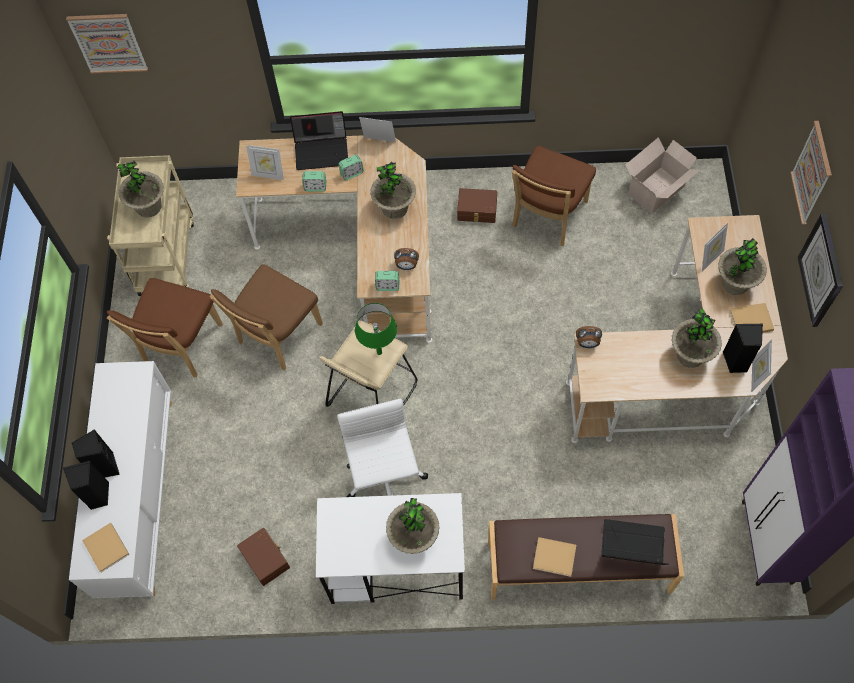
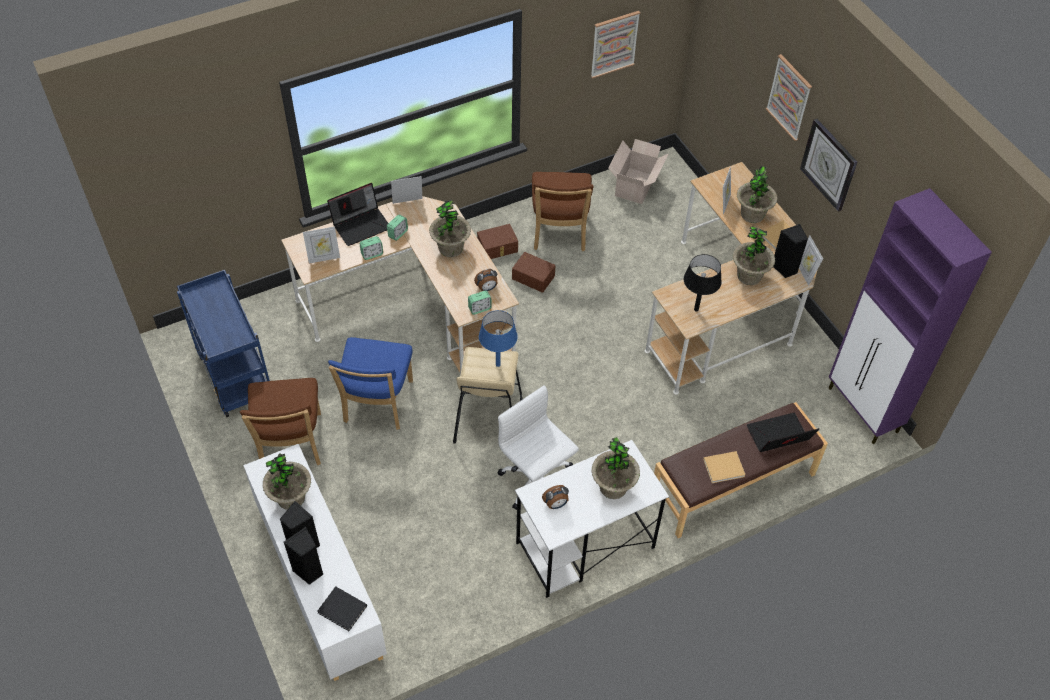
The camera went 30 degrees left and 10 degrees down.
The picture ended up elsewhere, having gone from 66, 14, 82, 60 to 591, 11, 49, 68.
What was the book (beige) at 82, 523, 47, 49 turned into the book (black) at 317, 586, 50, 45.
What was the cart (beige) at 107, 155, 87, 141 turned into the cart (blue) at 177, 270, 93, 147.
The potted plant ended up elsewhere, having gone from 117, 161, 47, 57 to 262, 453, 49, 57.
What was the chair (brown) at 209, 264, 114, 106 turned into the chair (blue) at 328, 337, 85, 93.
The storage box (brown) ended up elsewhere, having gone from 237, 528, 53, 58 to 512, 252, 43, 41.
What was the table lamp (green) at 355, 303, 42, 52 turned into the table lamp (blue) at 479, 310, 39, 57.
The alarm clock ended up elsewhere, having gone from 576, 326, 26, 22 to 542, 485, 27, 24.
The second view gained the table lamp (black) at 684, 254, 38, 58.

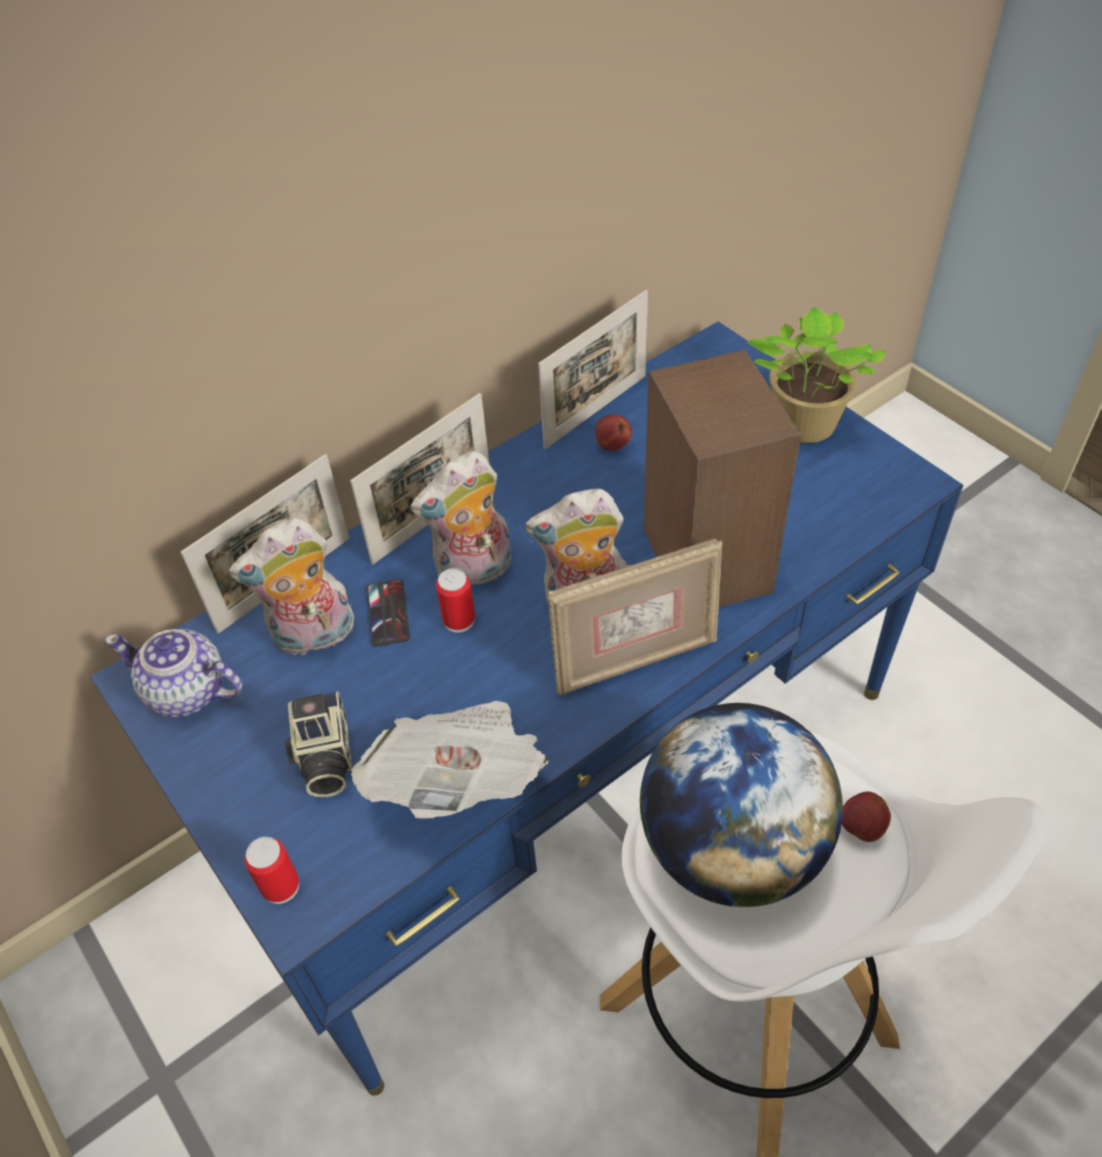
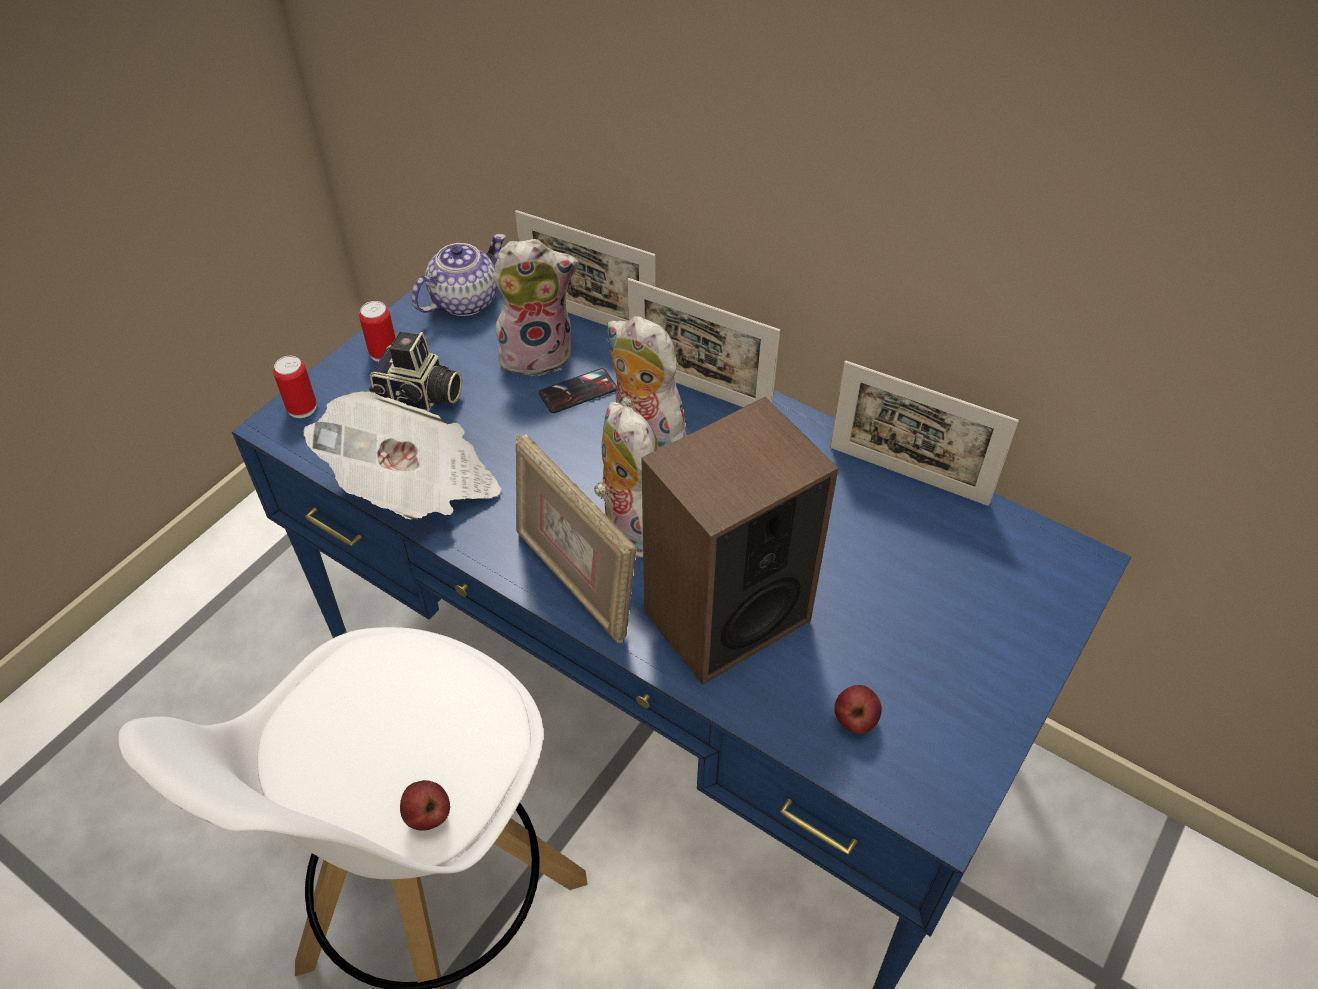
The camera went 70 degrees right and 0 degrees up.
The teapot at 105, 629, 137, 88 ended up facing another way, 45 degrees clockwise from before.
The plush toy at 228, 518, 126, 139 ended up facing another way, 120 degrees clockwise from before.
The photo camera at 285, 691, 67, 106 ended up facing another way, 135 degrees counterclockwise from before.
The can ended up elsewhere, having gone from 436, 568, 39, 65 to 359, 301, 37, 61.
The apple ended up elsewhere, having gone from 595, 414, 37, 37 to 834, 685, 48, 49.
The second view lost the globe at 640, 703, 203, 204.
The second view lost the potted plant at 747, 307, 139, 136.

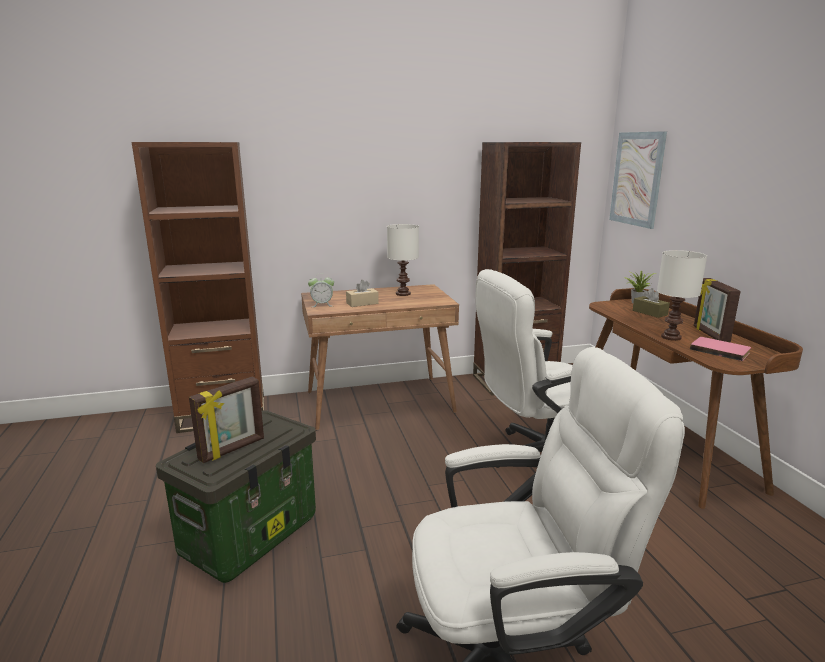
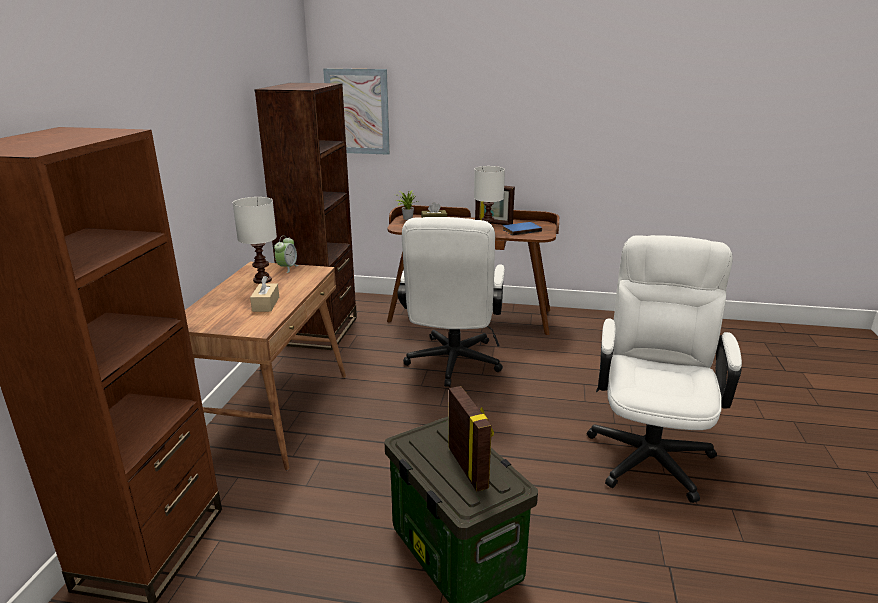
The camera went 65 degrees left and 5 degrees up.
The alarm clock ended up elsewhere, having gone from 308, 274, 26, 33 to 274, 235, 25, 38.
What was the book (pink) at 690, 337, 61, 24 turned into the book (blue) at 502, 222, 40, 13.

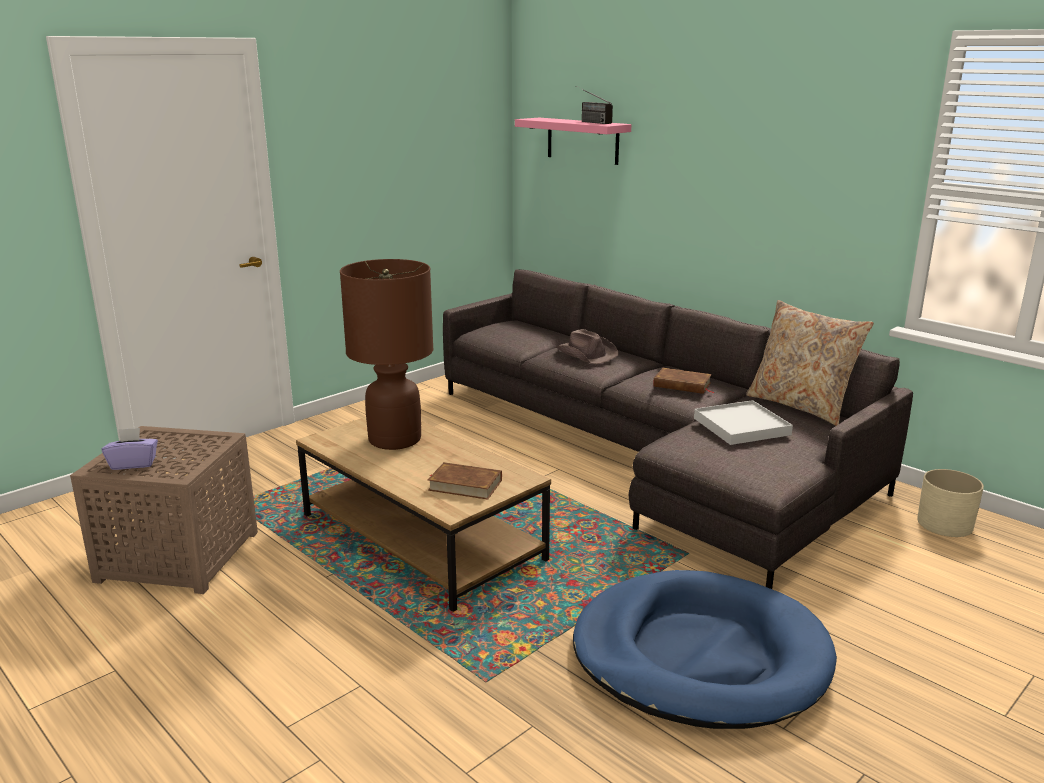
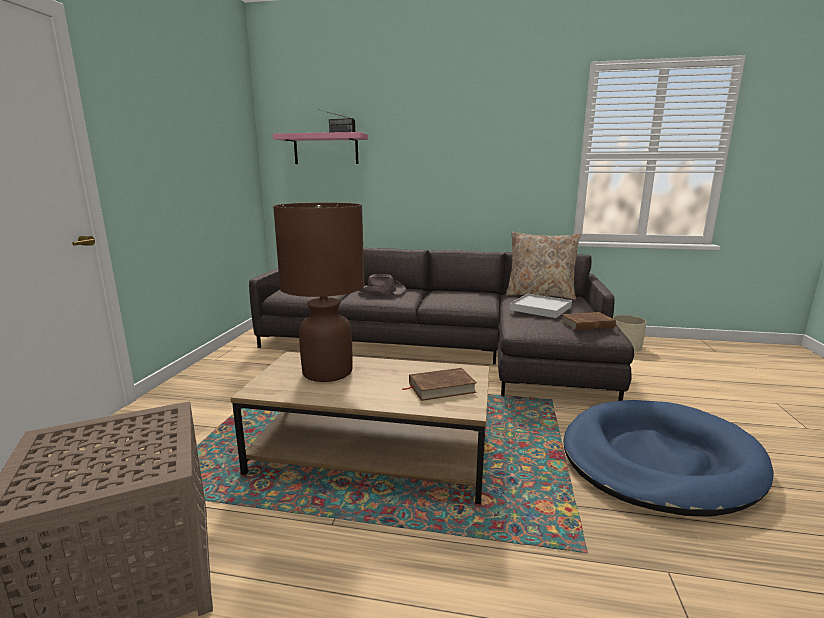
The camera went 35 degrees left and 5 degrees down.
The second view lost the tissue box (purple) at 102, 428, 56, 42.
The book (brown) ended up elsewhere, having gone from 653, 368, 62, 26 to 561, 312, 57, 18.

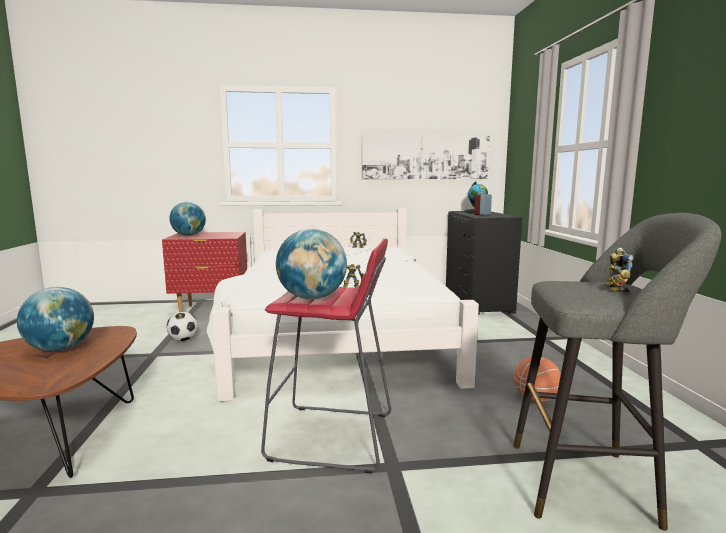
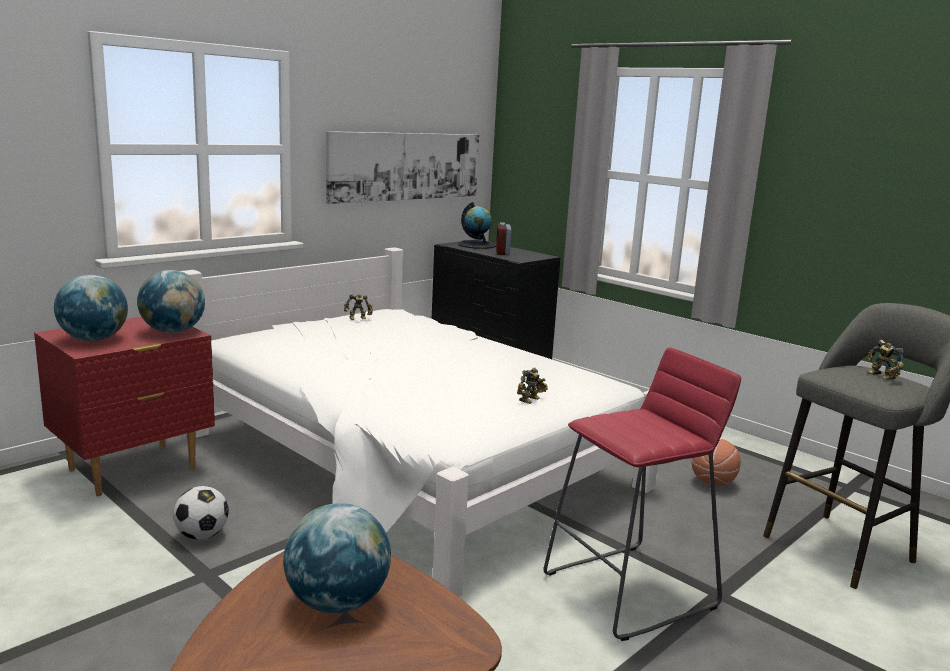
The camera went 40 degrees left and 5 degrees up.
The globe ended up elsewhere, having gone from 276, 229, 71, 71 to 137, 270, 68, 63.

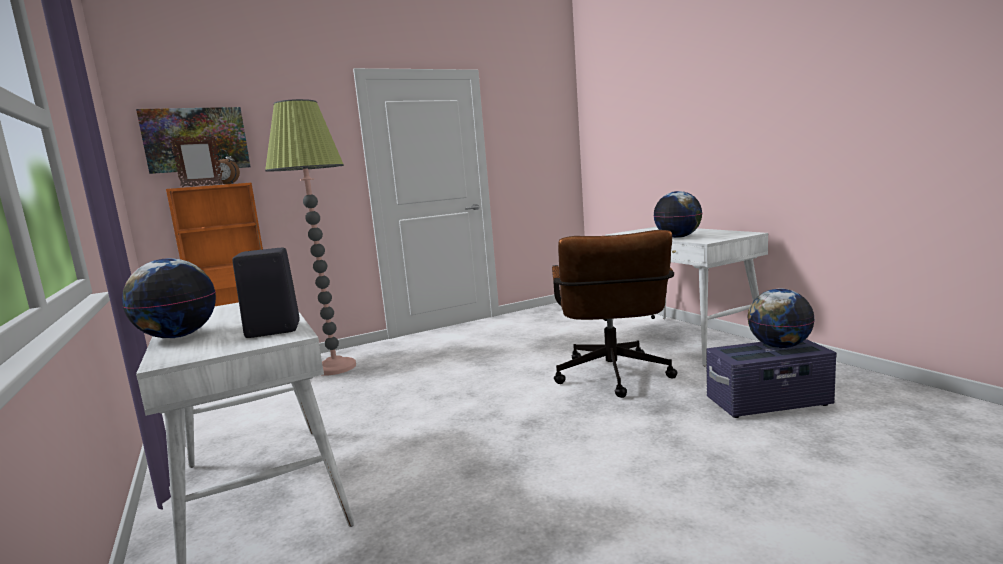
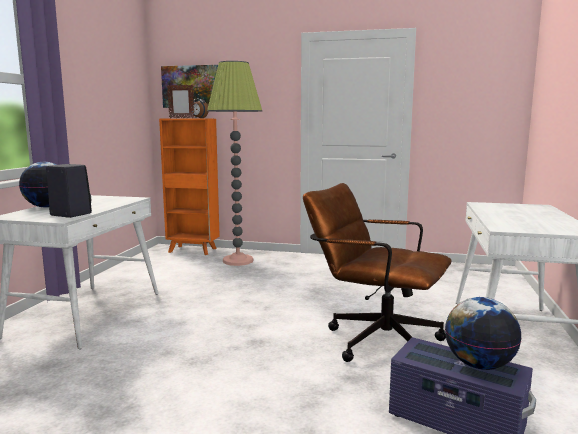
The camera went 40 degrees right and 0 degrees up.
The office chair (brown) at 552, 230, 125, 168 ended up facing another way, 75 degrees clockwise from before.
The second view lost the globe at 653, 191, 49, 47.

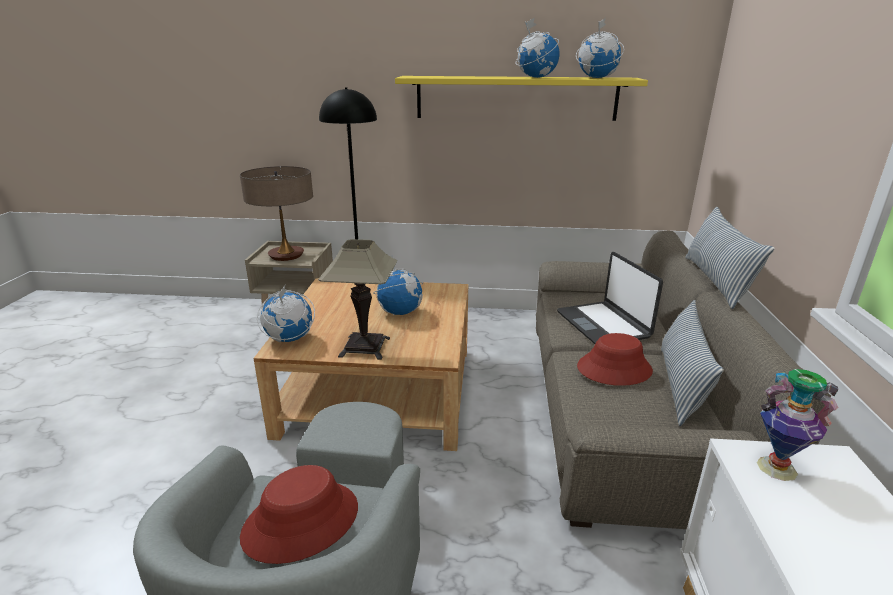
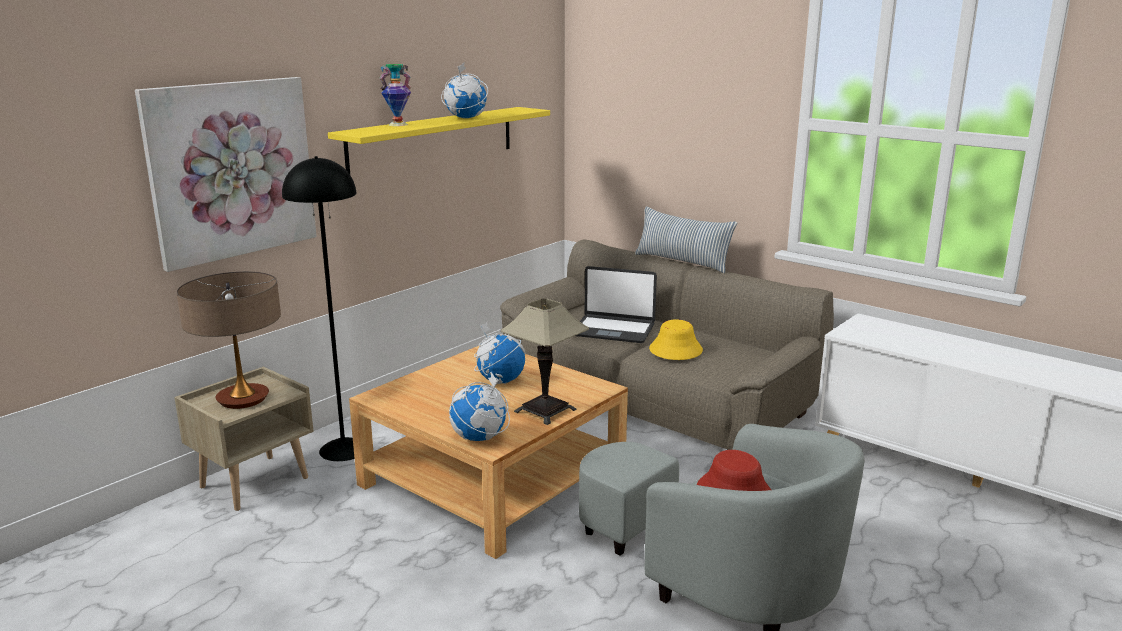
The camera went 55 degrees left and 5 degrees down.
The second view lost the globe at 576, 18, 48, 60.
What was the hat (red) at 577, 333, 76, 53 turned into the hat (yellow) at 649, 320, 54, 40.
The second view lost the pillow at 661, 300, 63, 126.
The vase ended up elsewhere, having gone from 757, 369, 81, 112 to 380, 64, 31, 62.
The second view gained the picture at 135, 77, 182, 195.

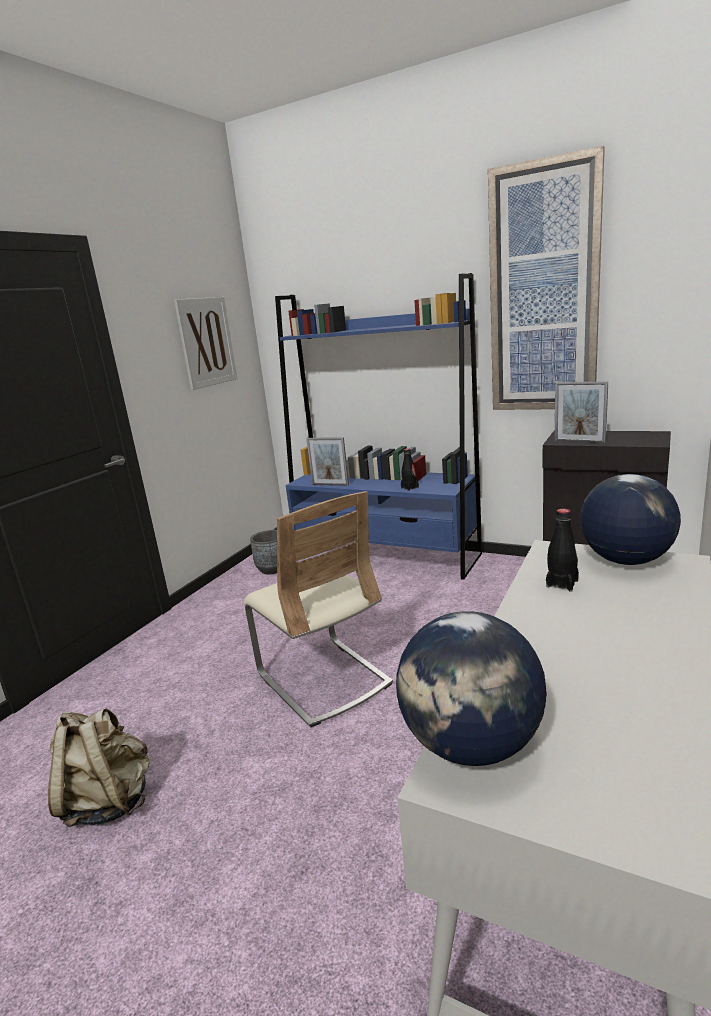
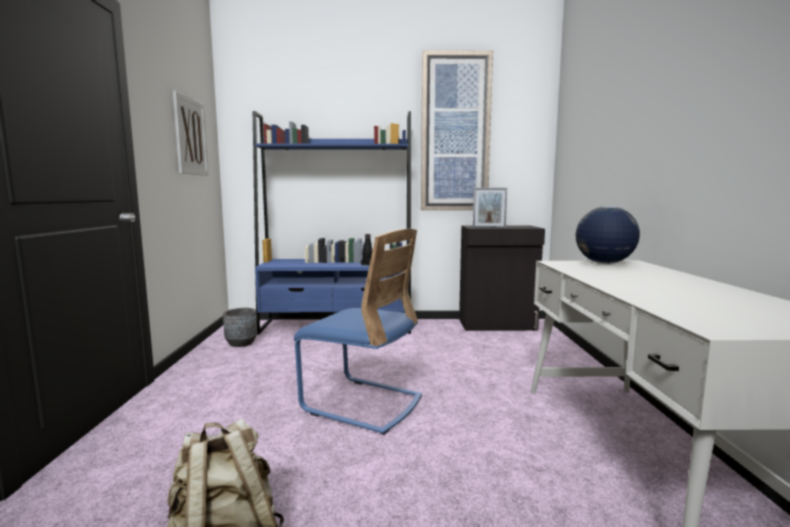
The camera went 30 degrees left and 10 degrees down.
What was the chair (beige) at 244, 491, 149, 236 turned into the chair (blue) at 294, 229, 128, 206.
The second view lost the picture frame at 306, 437, 43, 49.
The second view lost the globe at 396, 611, 151, 155.
The second view lost the bottle (black) at 546, 509, 33, 82.

